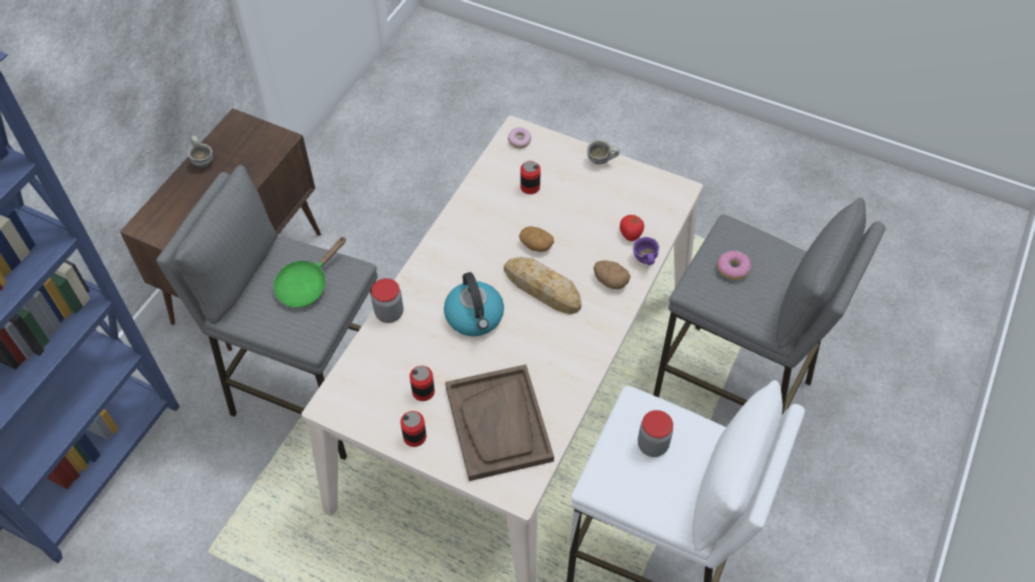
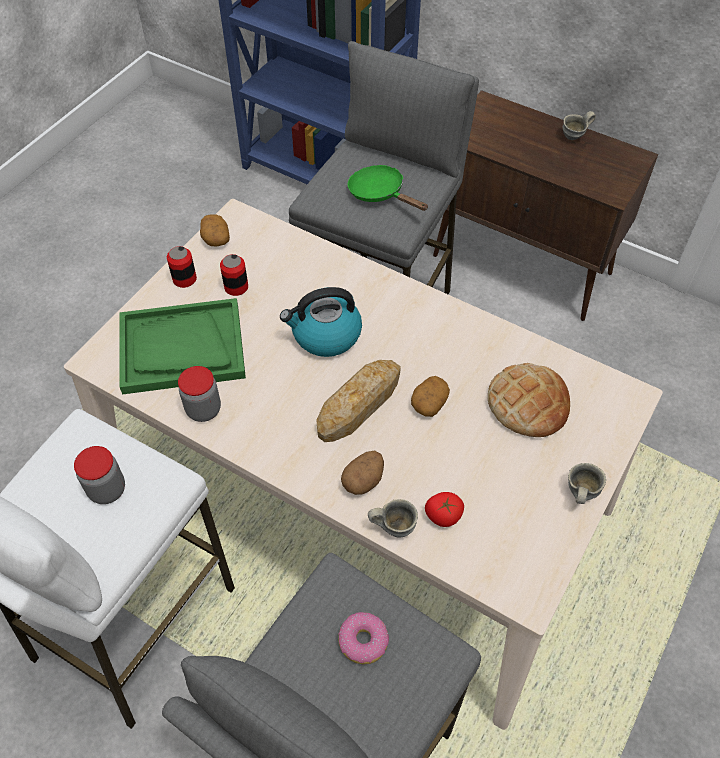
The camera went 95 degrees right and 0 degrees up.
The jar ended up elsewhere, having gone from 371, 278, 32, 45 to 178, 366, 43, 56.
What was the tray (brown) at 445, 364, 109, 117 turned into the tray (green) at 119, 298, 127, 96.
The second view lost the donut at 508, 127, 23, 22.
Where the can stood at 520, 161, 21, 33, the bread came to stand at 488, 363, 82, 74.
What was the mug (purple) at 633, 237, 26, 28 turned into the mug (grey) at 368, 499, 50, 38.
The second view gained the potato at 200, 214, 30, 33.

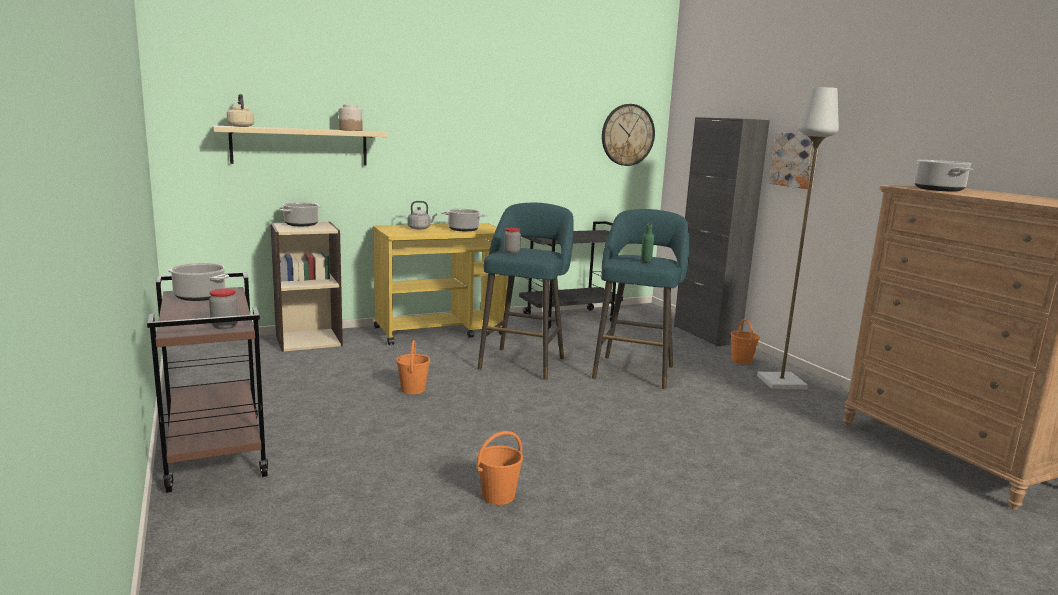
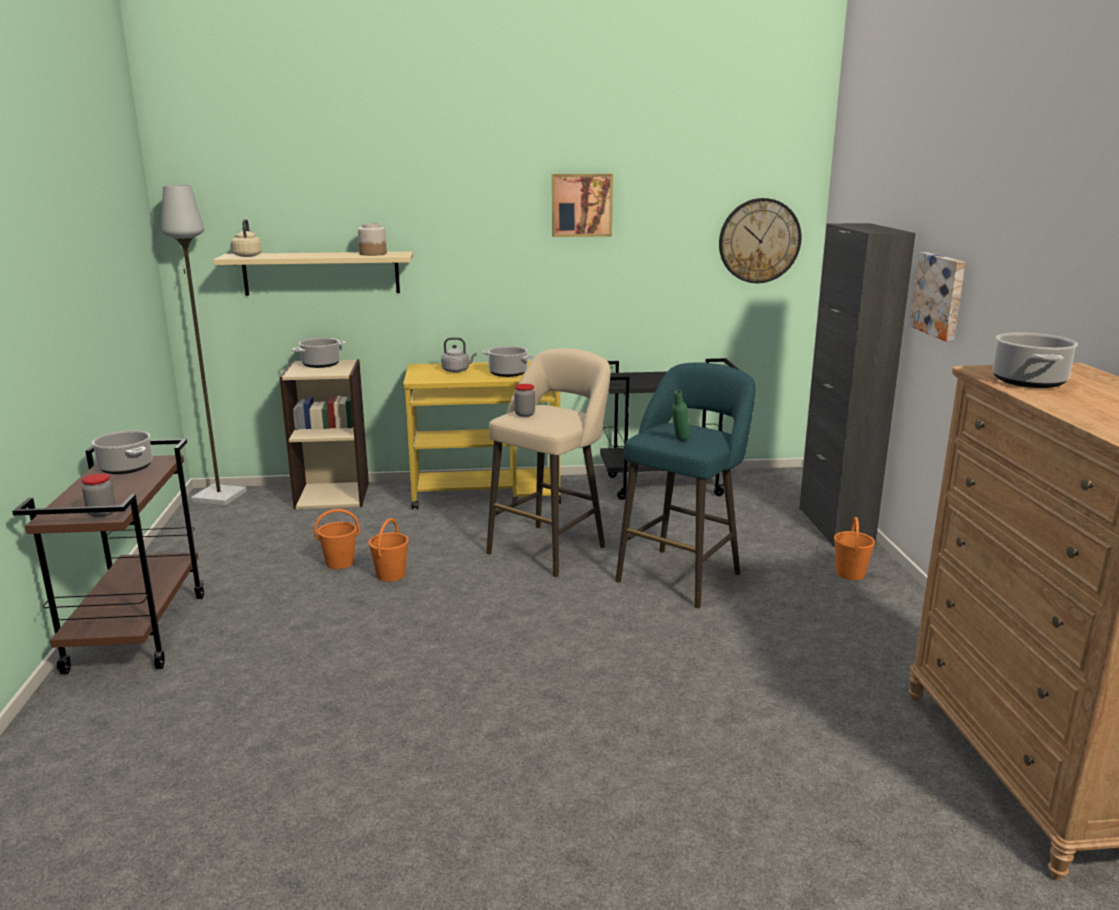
The camera went 20 degrees right and 5 degrees up.
The bucket (orange) ended up elsewhere, having gone from 477, 431, 46, 74 to 314, 509, 46, 60.
What was the stool (turquoise) at 478, 203, 96, 177 turned into the stool (beige) at 486, 348, 125, 229.
The floor lamp (grey) ended up elsewhere, having gone from 757, 87, 82, 302 to 161, 185, 86, 320.
The second view gained the picture at 552, 174, 61, 63.

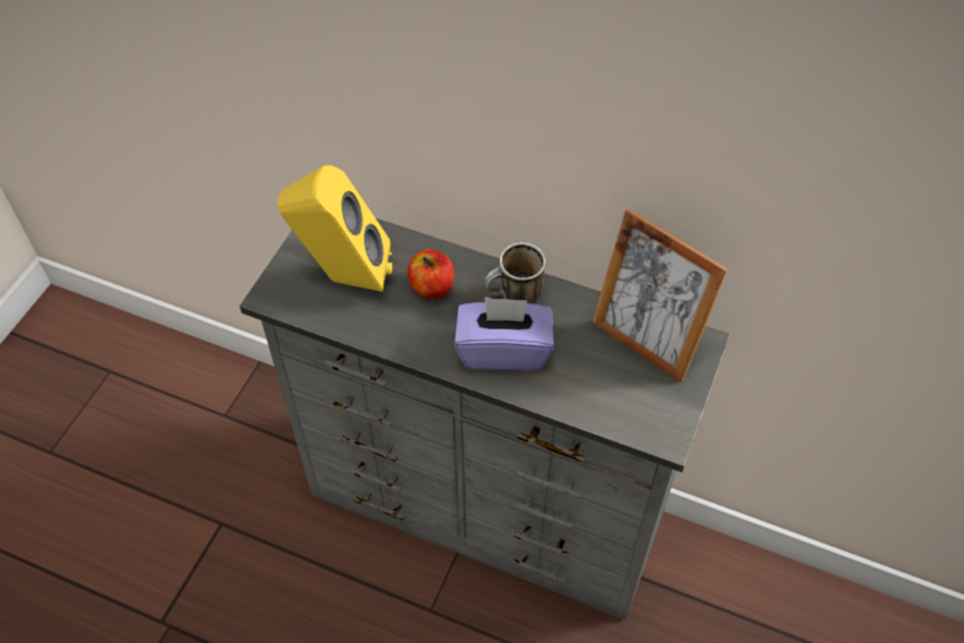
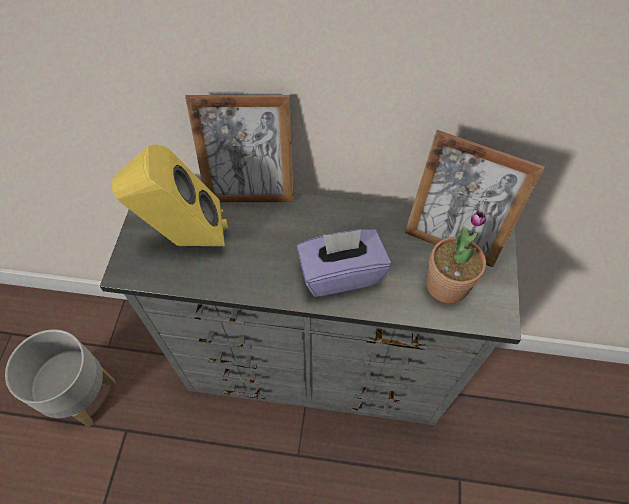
The camera went 15 degrees left and 5 degrees up.
The second view lost the apple at 408, 249, 46, 50.
The second view lost the mug at 485, 243, 61, 61.
The second view gained the planter (grey) at 5, 329, 111, 98.
The second view gained the picture frame at 185, 95, 109, 107.
The second view gained the potted plant at 426, 209, 60, 94.

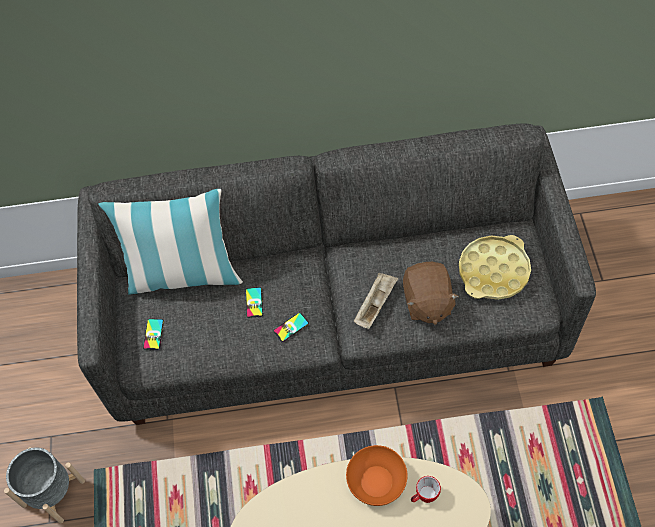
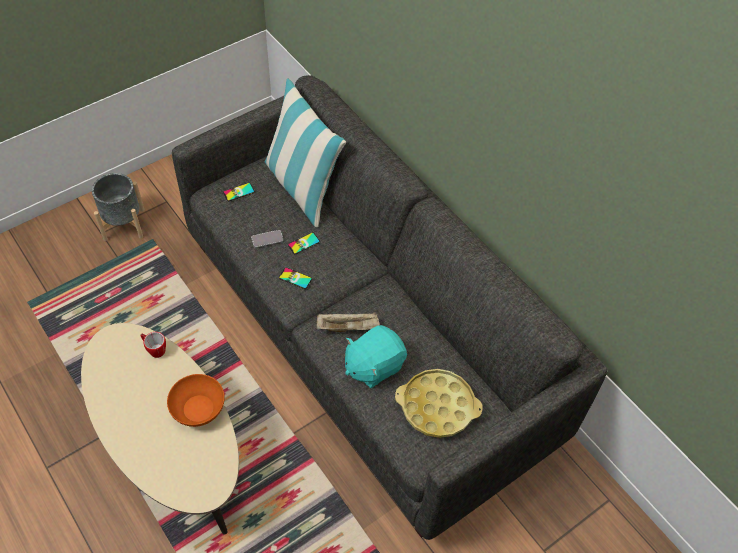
The camera went 55 degrees right and 5 degrees down.
What was the plush toy (brown) at 403, 262, 56, 63 turned into the plush toy (turquoise) at 345, 325, 62, 63.
The mug ended up elsewhere, having gone from 411, 476, 30, 27 to 141, 332, 25, 26.
The second view gained the phone at 251, 230, 32, 18.

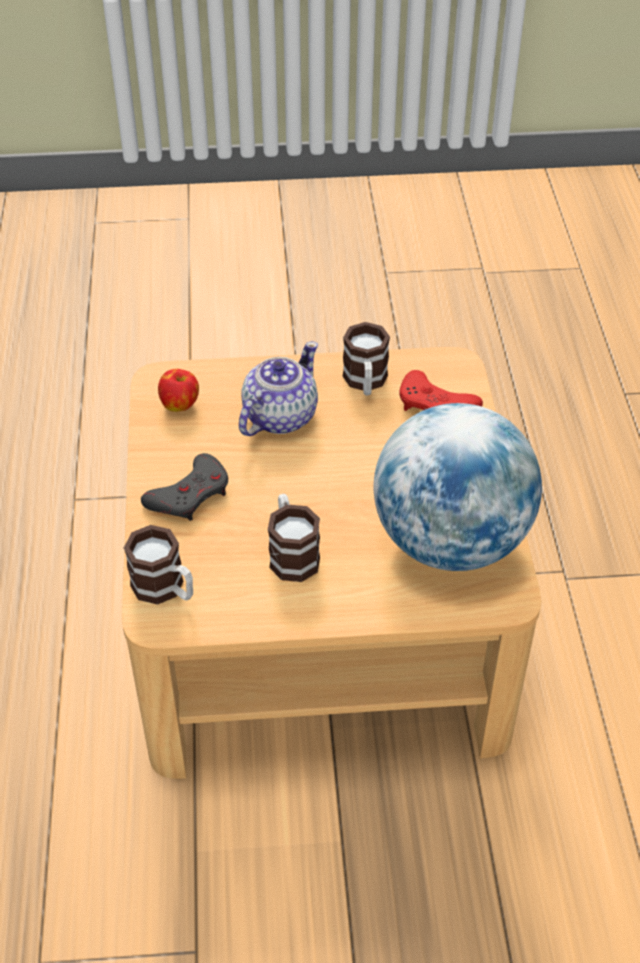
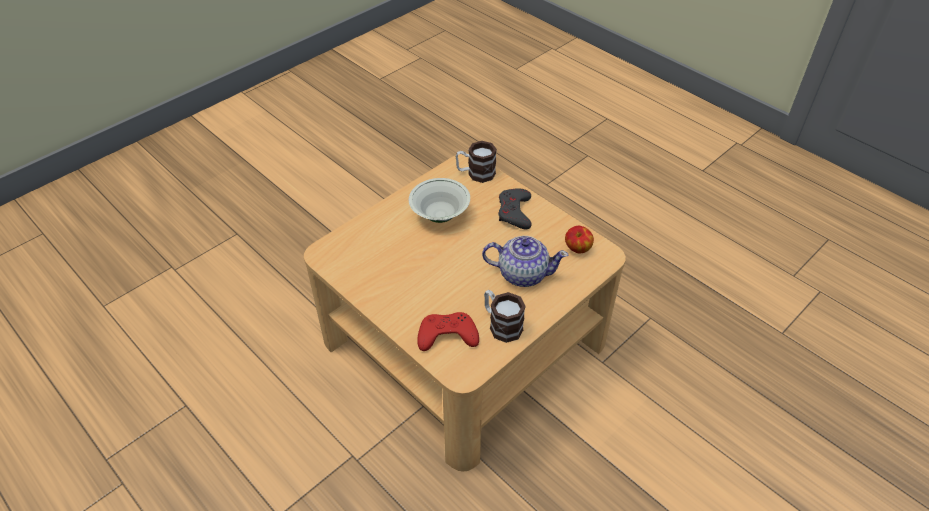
The camera went 140 degrees right and 0 degrees up.
The teapot at 239, 341, 79, 95 ended up facing another way, 75 degrees counterclockwise from before.
Where the mug stood at 268, 494, 52, 88, the bowl (white) came to stand at 409, 178, 61, 45.
The second view lost the globe at 374, 403, 168, 168.

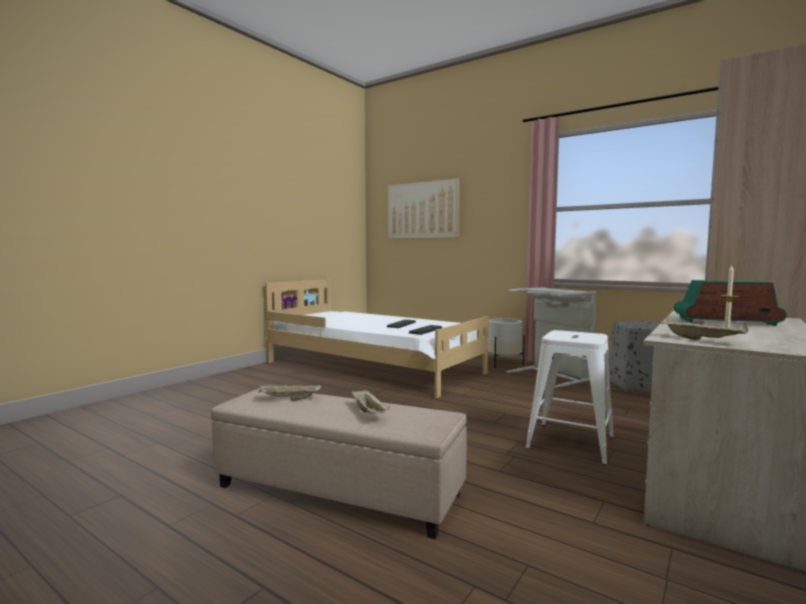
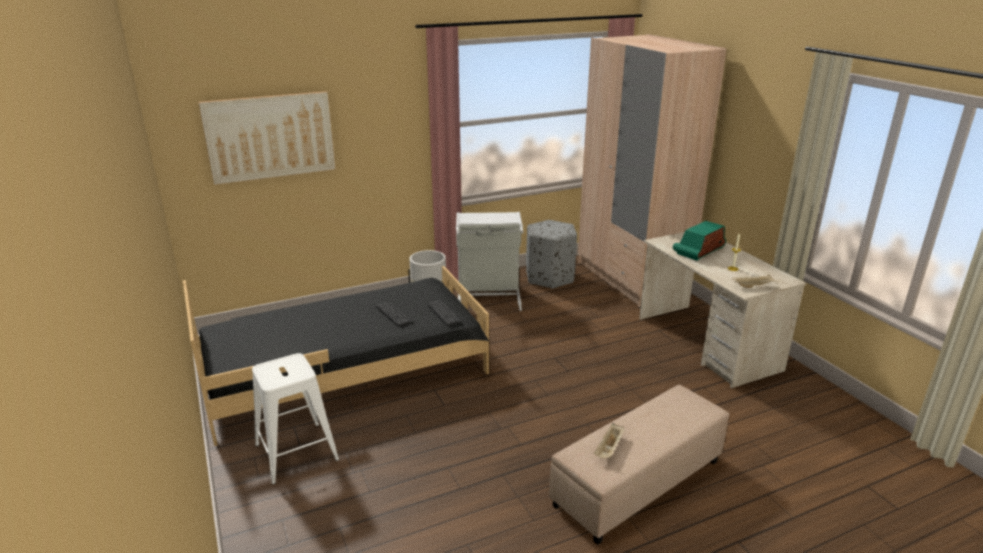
The camera went 60 degrees left and 20 degrees up.
What was the bed (white) at 265, 279, 224, 119 turned into the bed (black) at 183, 266, 307, 180.
The second view lost the tray (beige) at 351, 390, 39, 24.
The stool (white) ended up elsewhere, having gone from 525, 330, 89, 135 to 252, 353, 87, 131.

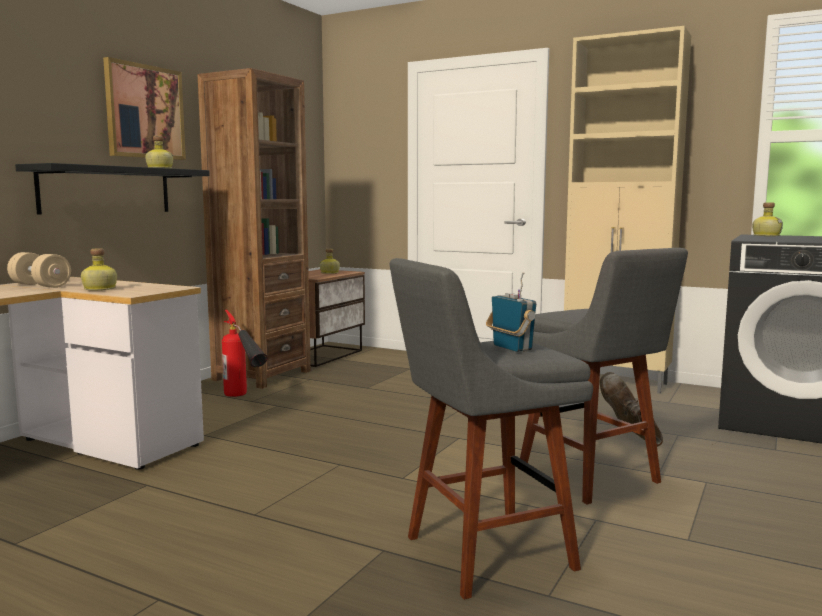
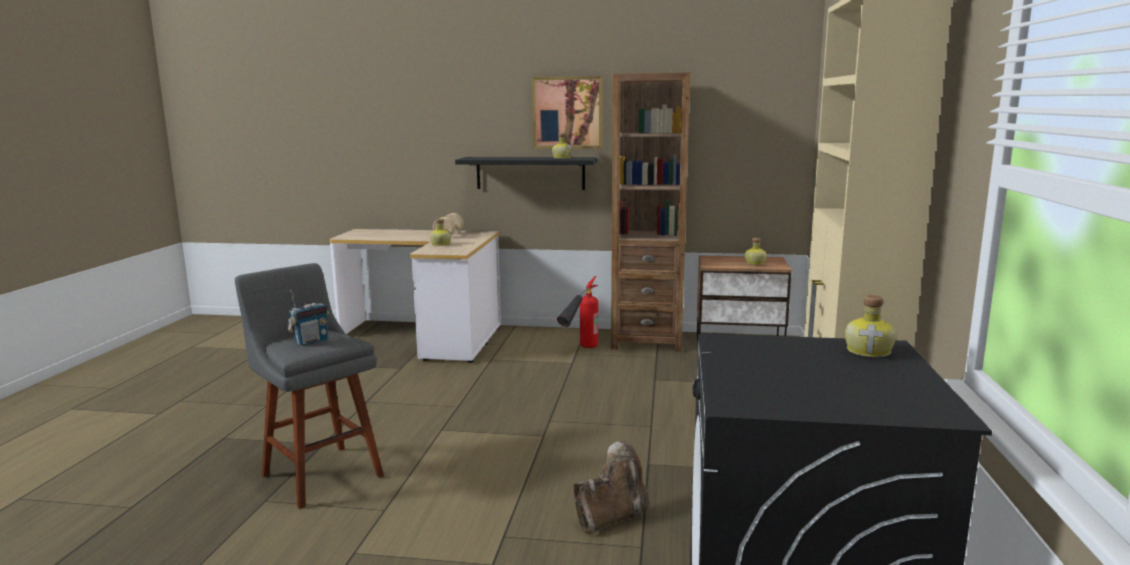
The camera went 70 degrees right and 5 degrees up.
The second view lost the stool (grey) at 518, 248, 170, 256.

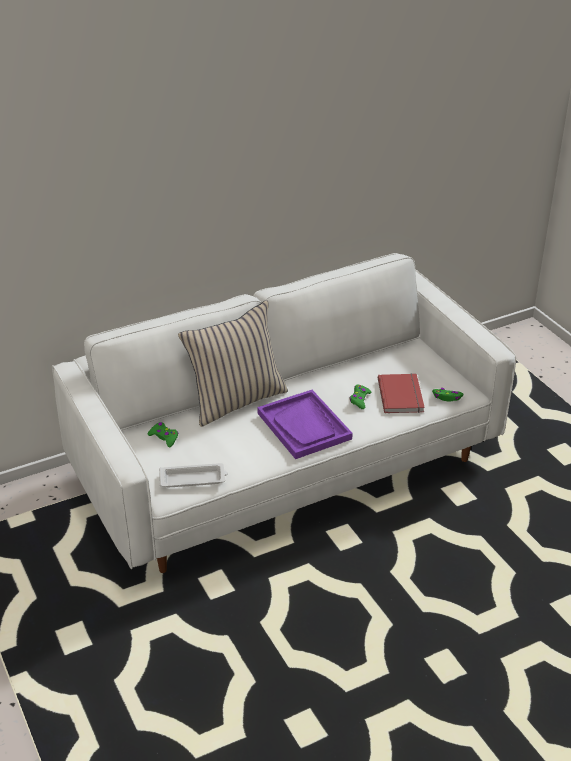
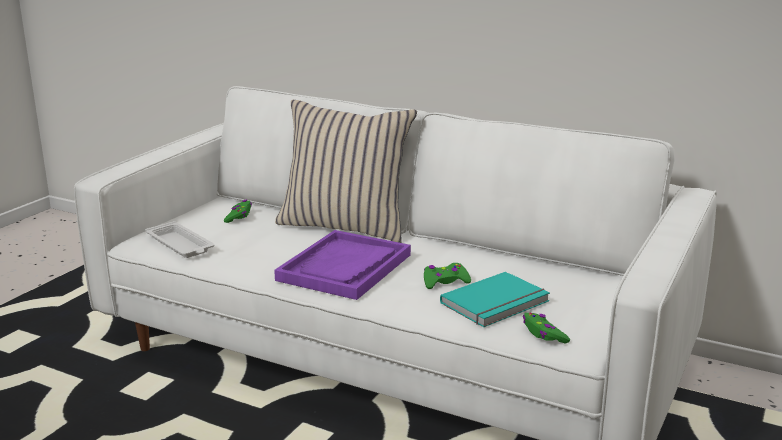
The camera went 55 degrees right and 15 degrees down.
What was the book (red) at 378, 373, 47, 40 turned into the book (turquoise) at 440, 272, 110, 55.

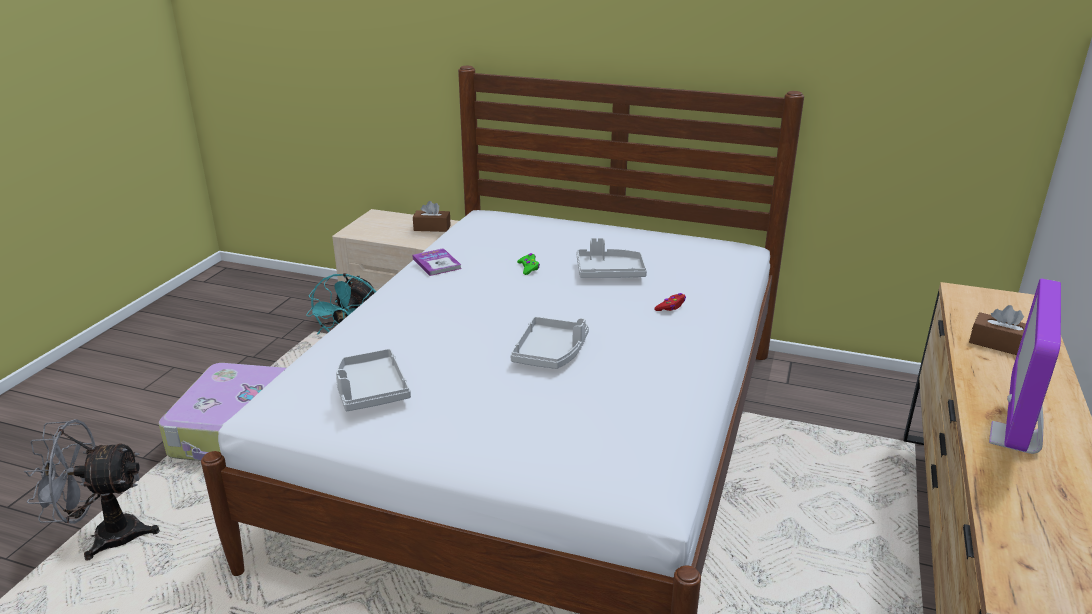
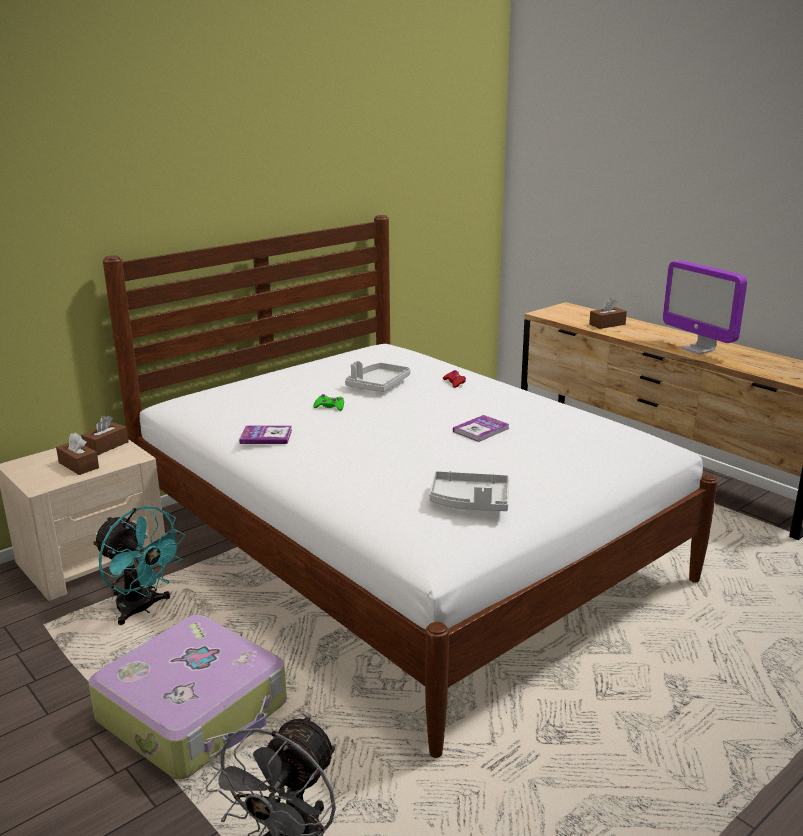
The camera went 60 degrees left and 5 degrees down.
Where the tray (grey) stood at 510, 317, 79, 52, the book came to stand at 453, 415, 56, 27.
The second view gained the tissue box (brown) at 56, 433, 43, 42.

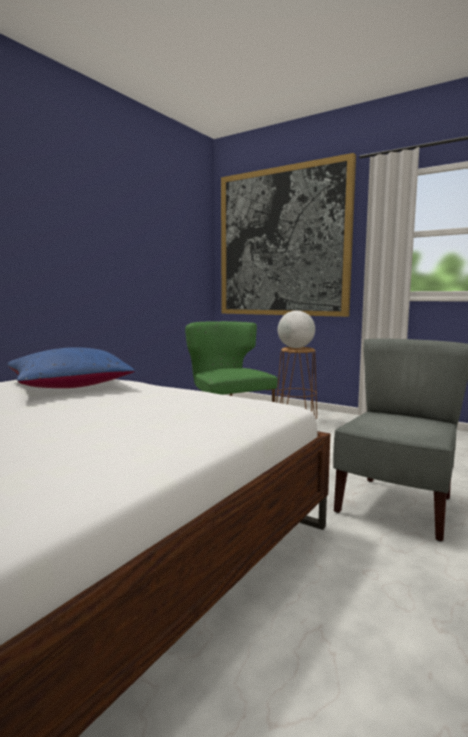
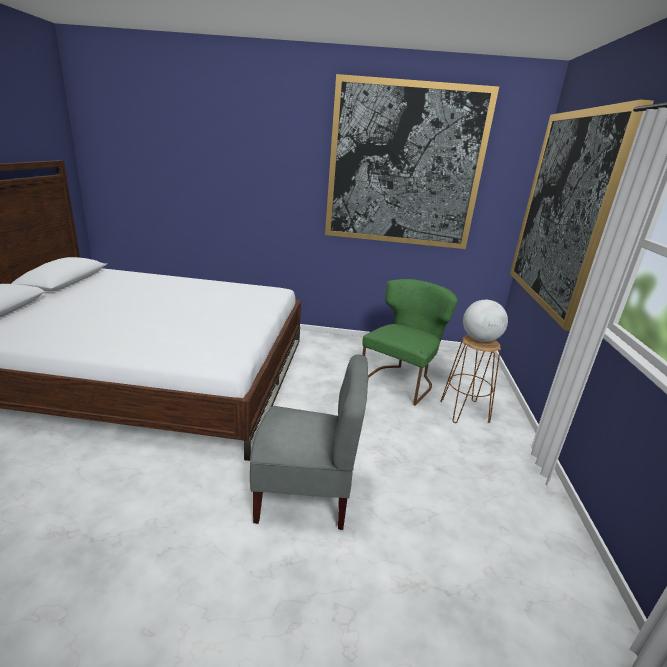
The camera went 60 degrees right and 15 degrees up.
The second view lost the pillow (blue) at 8, 347, 127, 41.
The second view gained the picture at 325, 74, 174, 175.

